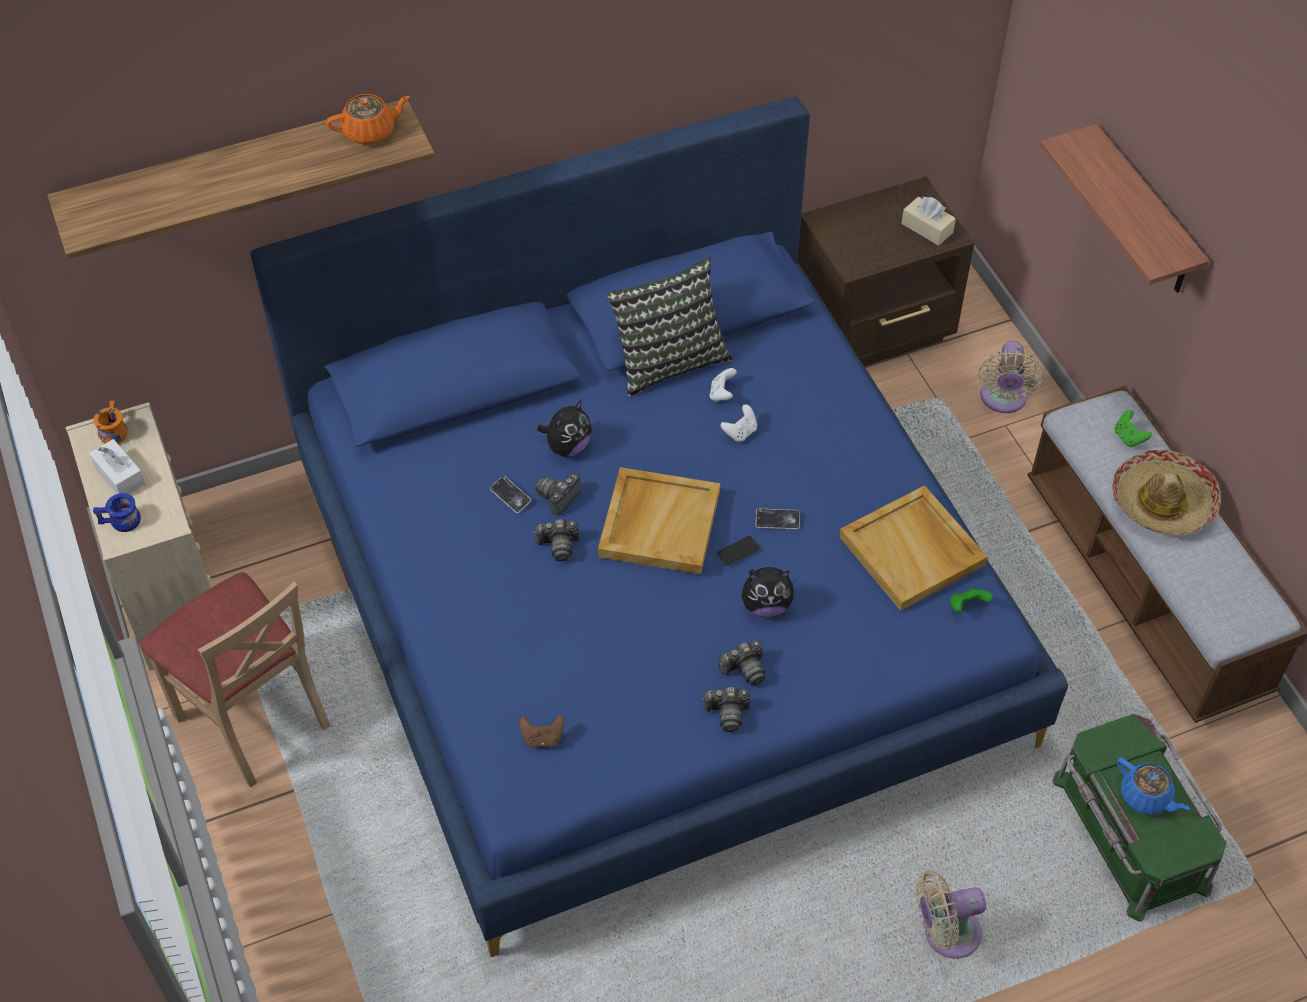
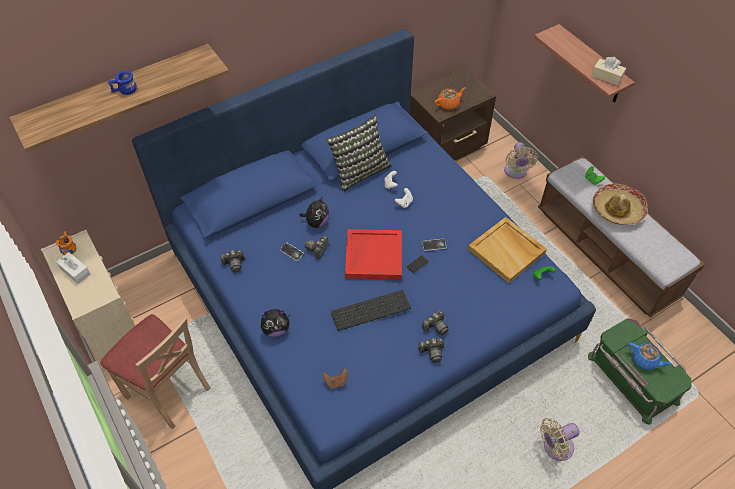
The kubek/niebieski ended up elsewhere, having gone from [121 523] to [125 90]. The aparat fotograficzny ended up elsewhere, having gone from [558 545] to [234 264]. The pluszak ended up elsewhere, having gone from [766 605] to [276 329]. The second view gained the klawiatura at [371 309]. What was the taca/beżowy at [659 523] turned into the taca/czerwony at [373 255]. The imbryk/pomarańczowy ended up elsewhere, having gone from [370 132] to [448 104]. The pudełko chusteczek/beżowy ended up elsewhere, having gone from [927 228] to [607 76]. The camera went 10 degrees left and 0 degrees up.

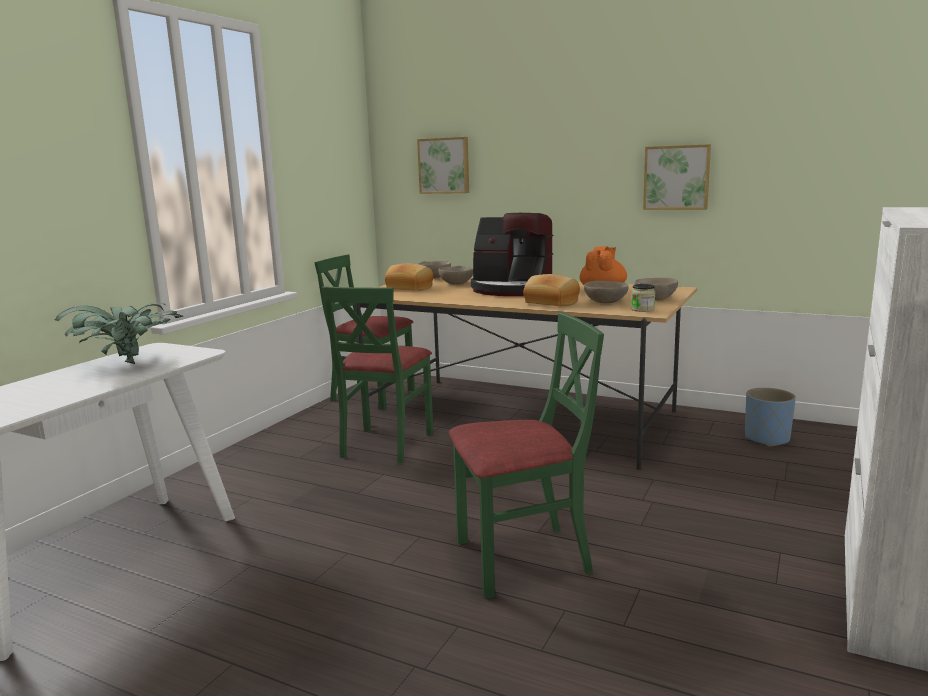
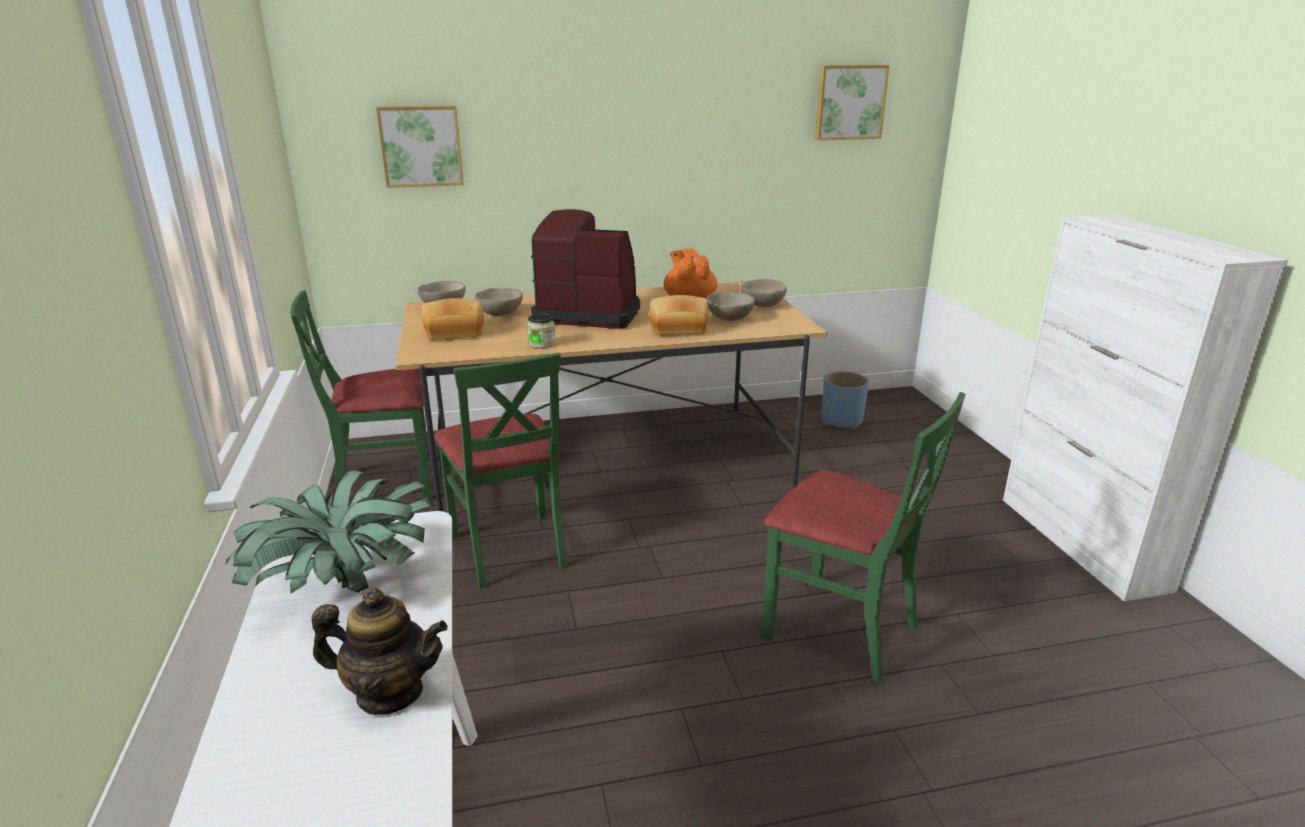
The second view gained the imbryk at [389 693]. The słoik ended up elsewhere, having gone from [642 309] to [542 344]. The ekspres do kawy at [511 289] ended up facing another way, 150 degrees counterclockwise from before. The krzesło/zielony at [522 558] ended up facing another way, 90 degrees clockwise from before. The obraz ended up elsewhere, having gone from [676 177] to [849 102]. The camera went 40 degrees left and 10 degrees up.

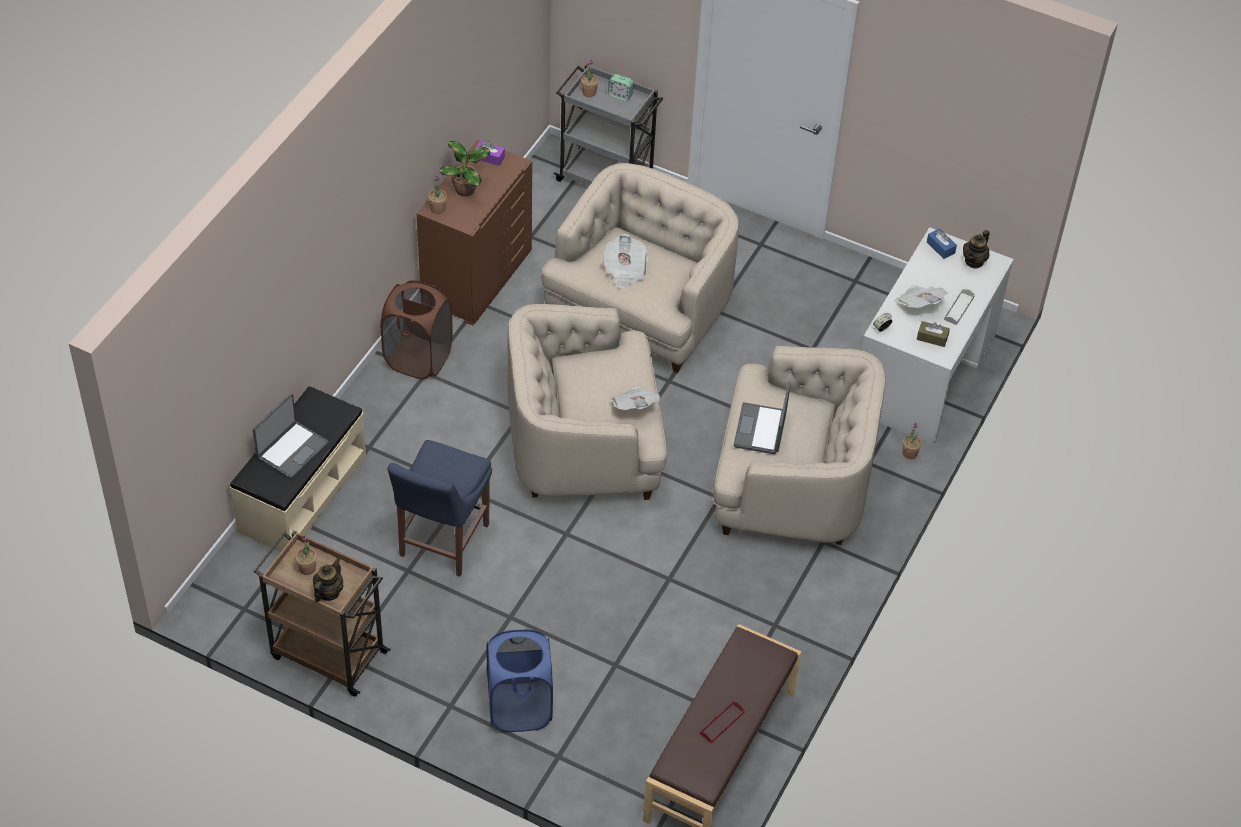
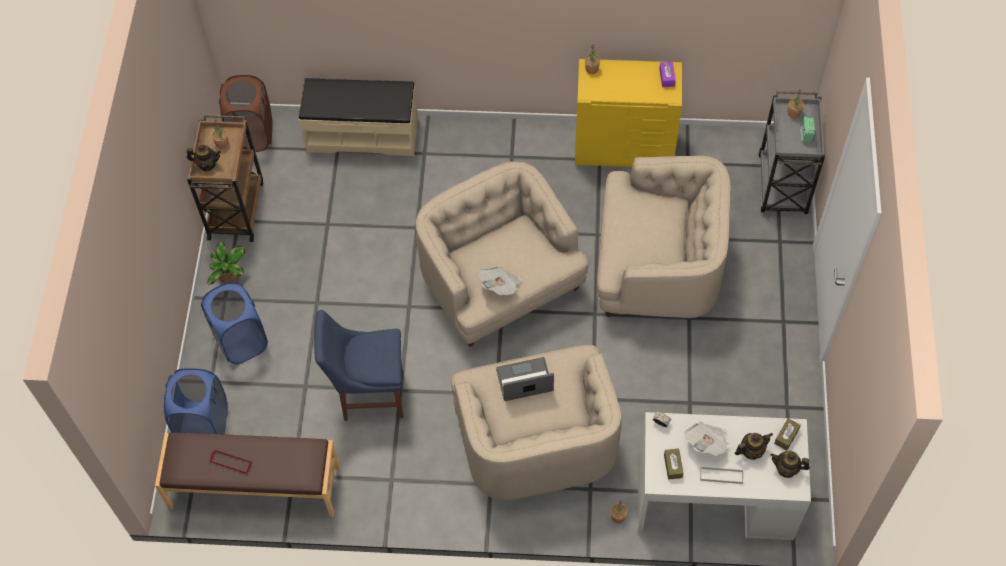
The second view gained the kosz na pranie/niebieski at [204 424]. The roślina doniczkowa ended up elsewhere, having gone from [466 190] to [231 281]. The kosz na pranie/brązowy ended up elsewhere, having gone from [418 358] to [252 134]. The krzesło/niebieski ended up elsewhere, having gone from [441 543] to [369 394]. What was the komoda/brązowy at [475 277] turned into the komoda/żółty at [624 146]. The second view gained the imbryk at [751 451]. What was the pudełko chusteczek/niebieski at [940 248] turned into the pudełko chusteczek/brązowy at [786 436]. The second view lost the laptop at [291 450]. The second view lost the gazeta at [625 271]. The camera went 70 degrees right and 10 degrees up.

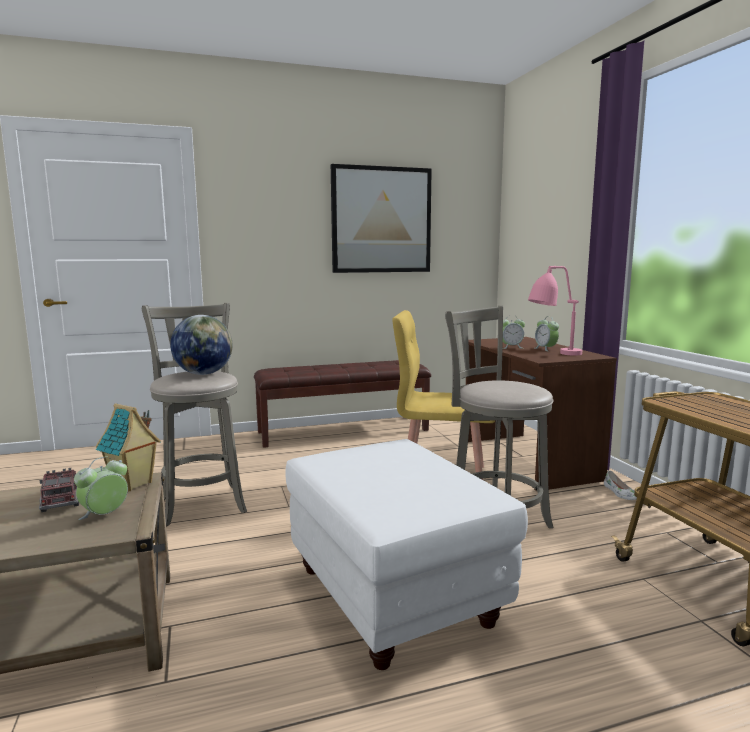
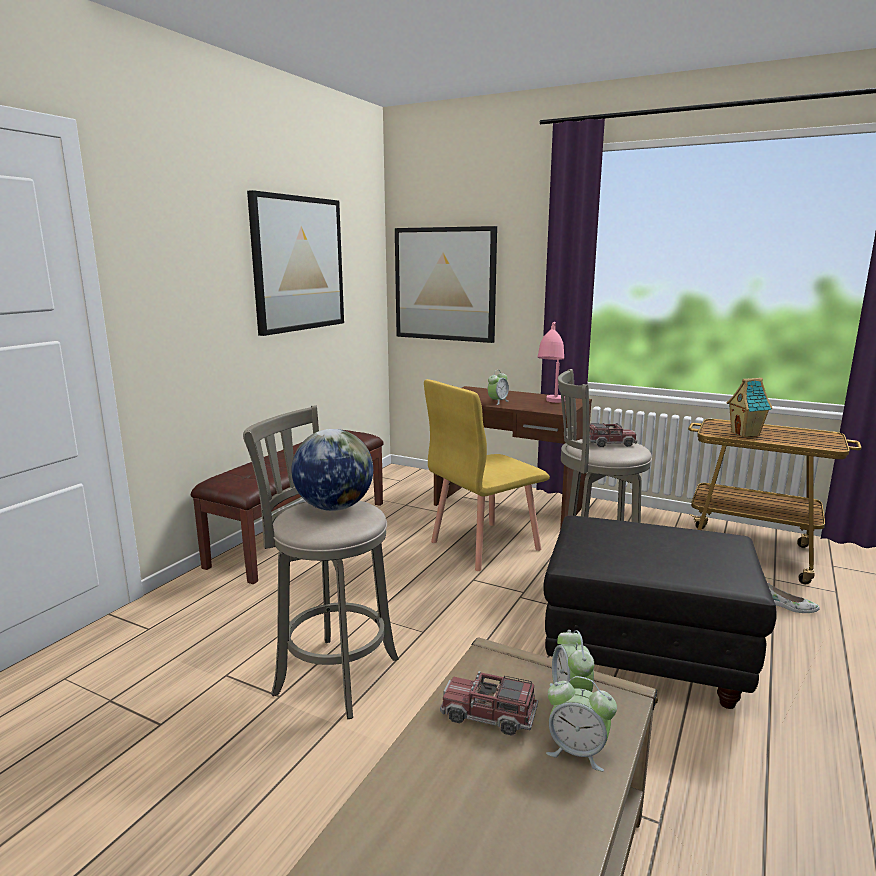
The second view gained the obraz at [445 284]. What was the pufa/biały at [392 596] turned into the pufa/czarny at [643 657]. The budzik ended up elsewhere, having gone from [545 349] to [577 751]. The second view gained the ciężarówka zabawkowa at [610 443]. The domek ended up elsewhere, having gone from [132 484] to [746 434]. The but/biały ended up elsewhere, having gone from [620 493] to [788 606]. The camera went 45 degrees left and 5 degrees up.

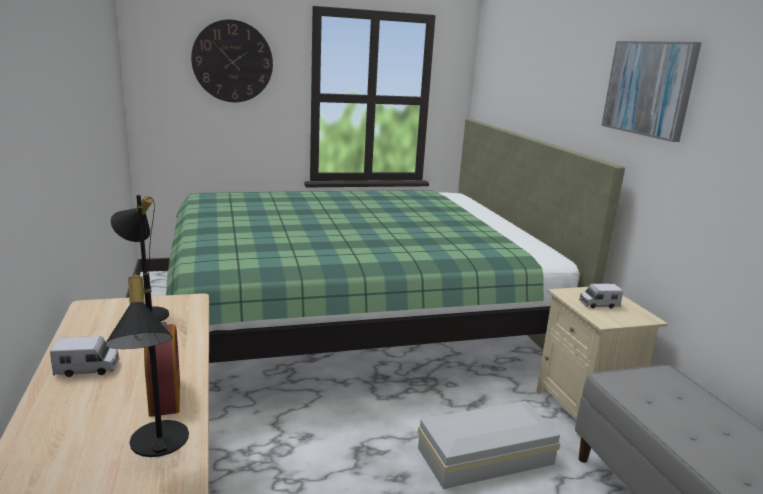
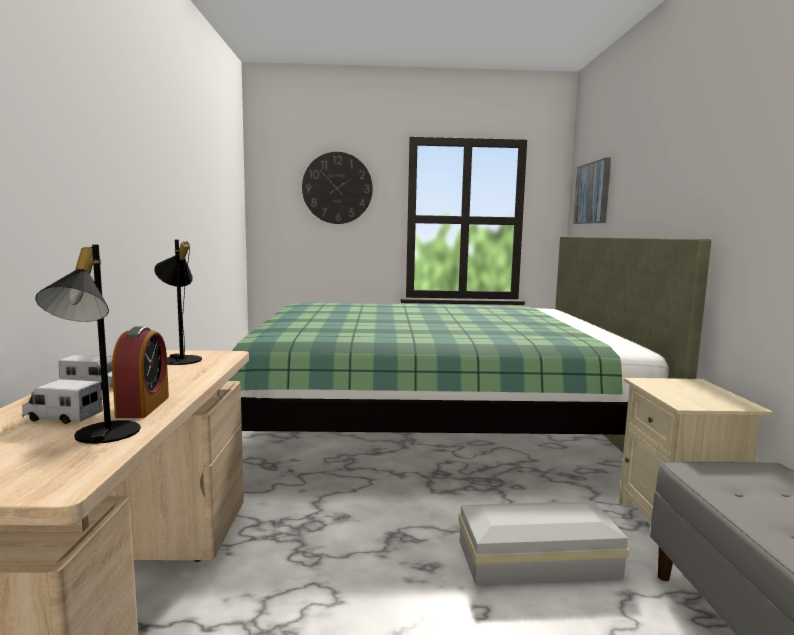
The ciężarówka zabawkowa ended up elsewhere, having gone from [598 304] to [63 417]. The obraz ended up elsewhere, having gone from [649 88] to [593 193]. The camera went 15 degrees right and 10 degrees down.

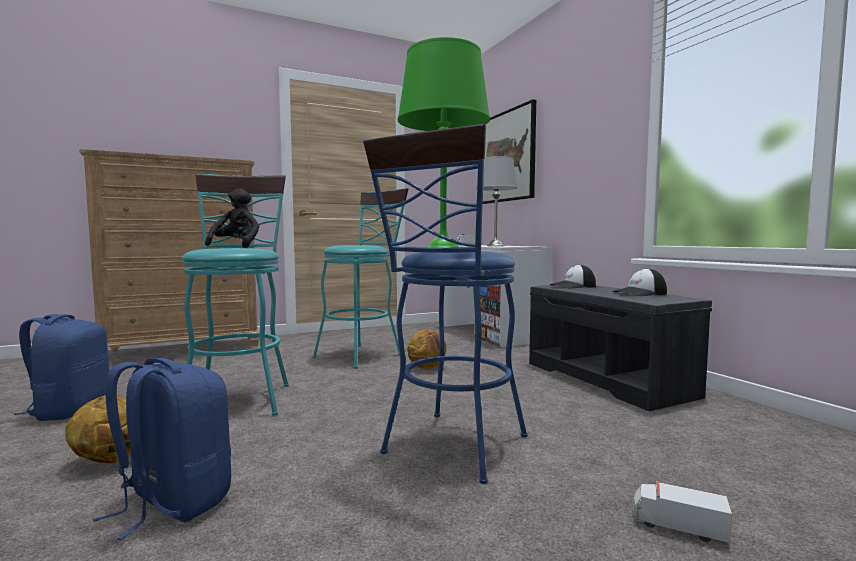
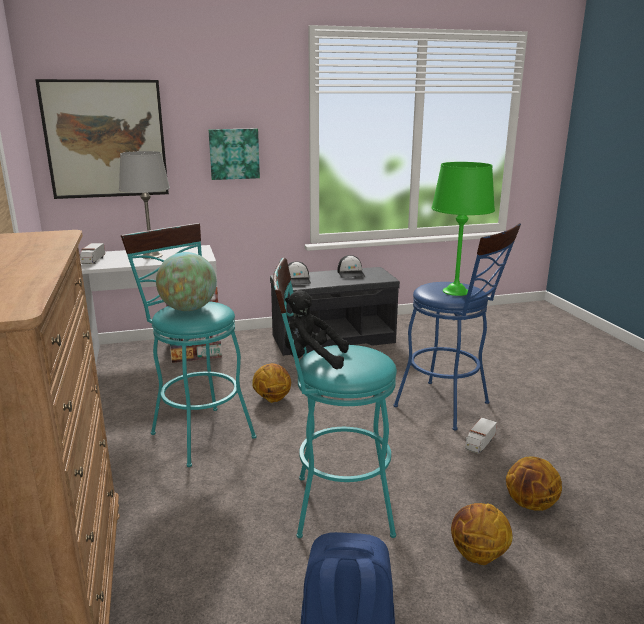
The second view gained the globus at [188 309]. The second view gained the obraz at [234 154]. The ciężarówka zabawkowa ended up elsewhere, having gone from [677 527] to [479 443]. Where the plecak/niebieski stood at [172 502], the piłka do koszykówki came to stand at [530 504]. The camera went 80 degrees left and 15 degrees up.

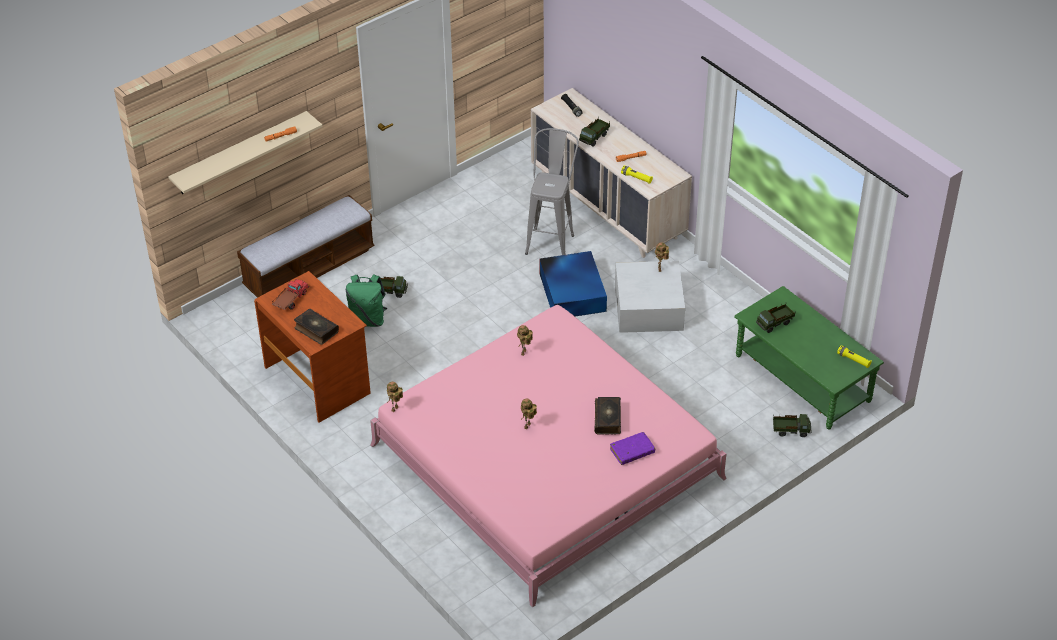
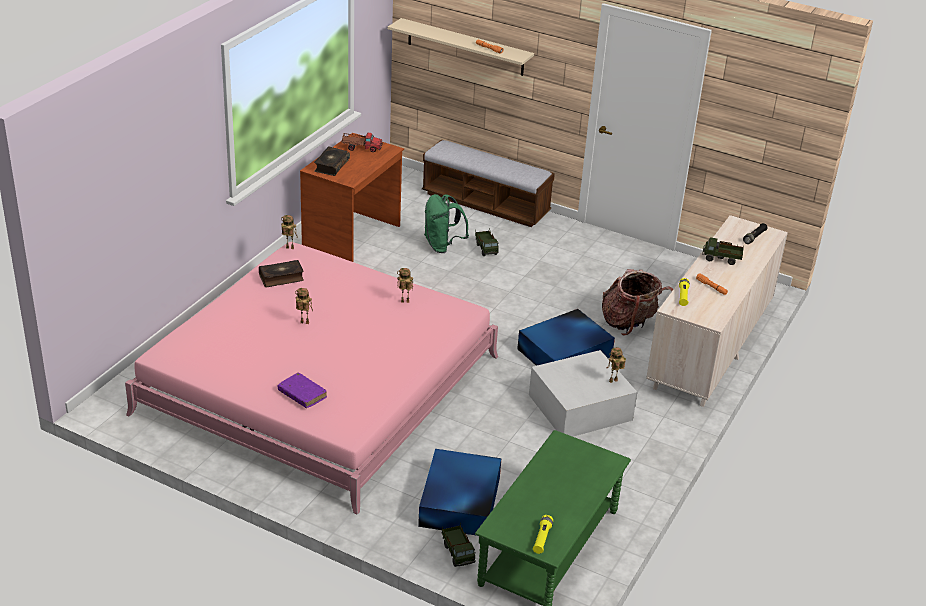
The książka ended up elsewhere, having gone from [608 419] to [281 278]. The second view gained the pojemnik do przechowywania/niebieski at [459 502]. Where the stołek/szary stood at [551 239], the plecak came to stand at [630 324]. The second view lost the ciężarówka zabawkowa at [775 323]. The camera went 65 degrees right and 10 degrees down.

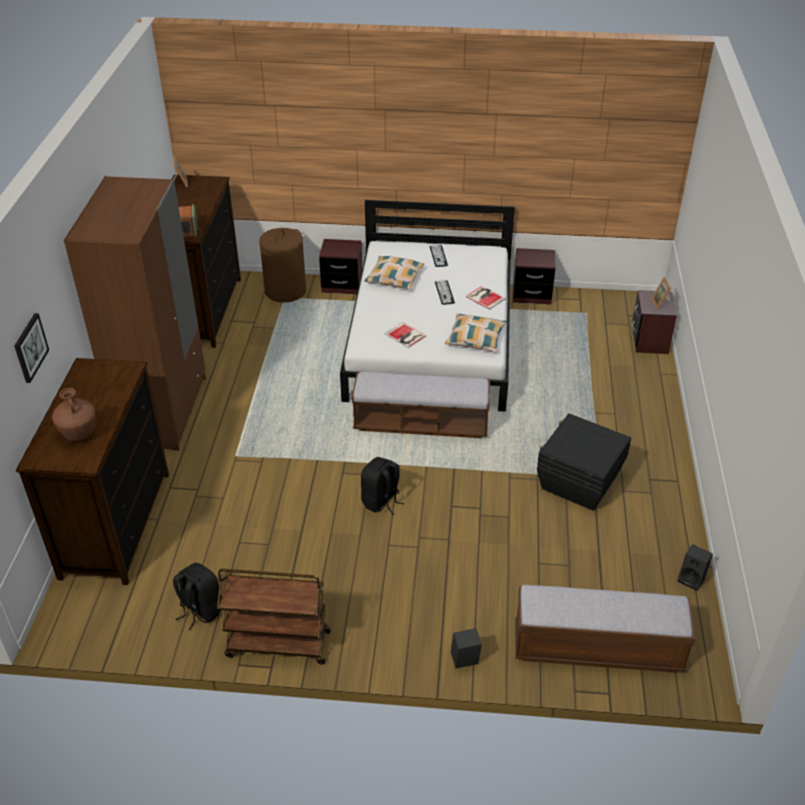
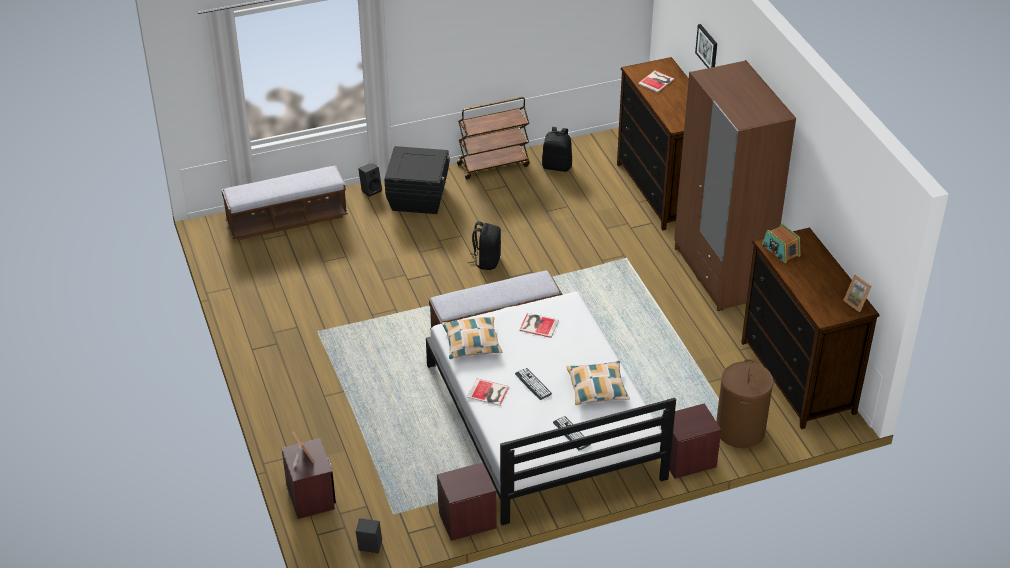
The głośnik/czarny ended up elsewhere, having gone from [692 579] to [369 548]. The pojemnik do przechowywania/czarny ended up elsewhere, having gone from [578 483] to [418 198]. Where the wazon/brązowy stood at [79 435], the książka came to stand at [657 81]. The camera went 155 degrees right and 0 degrees up.

